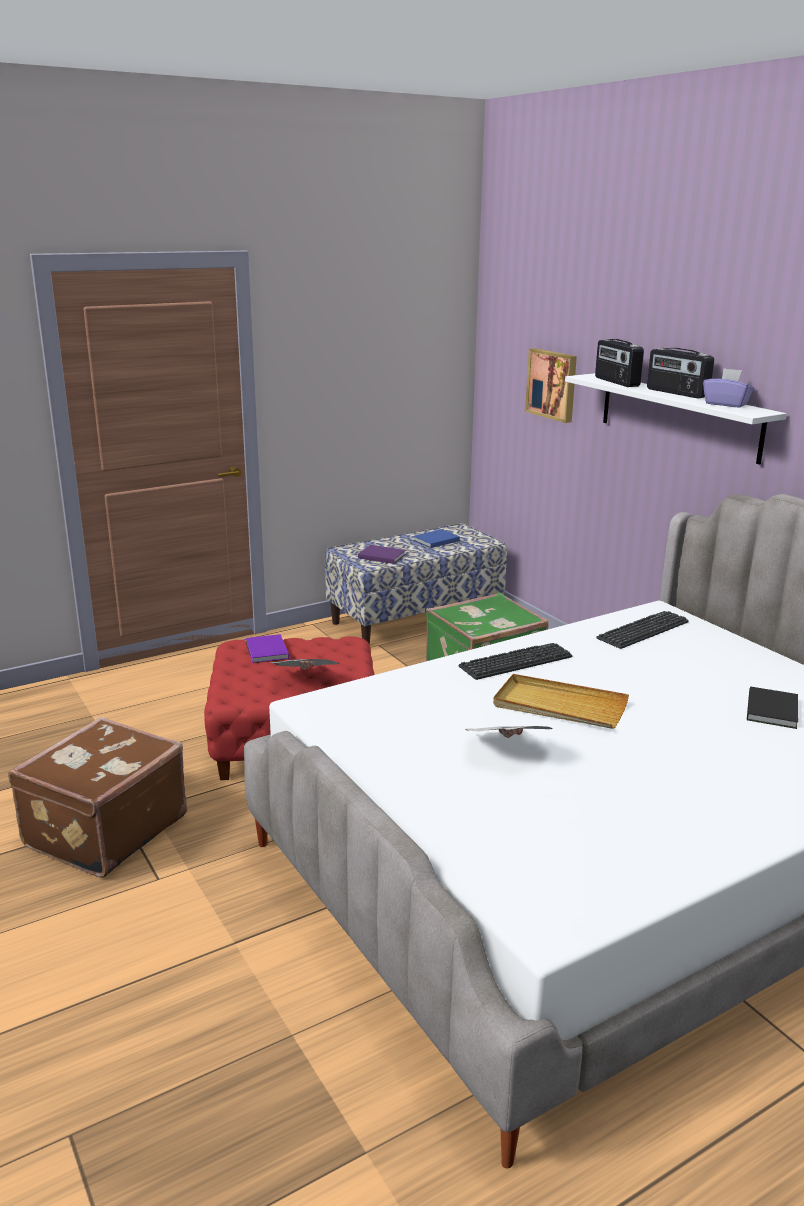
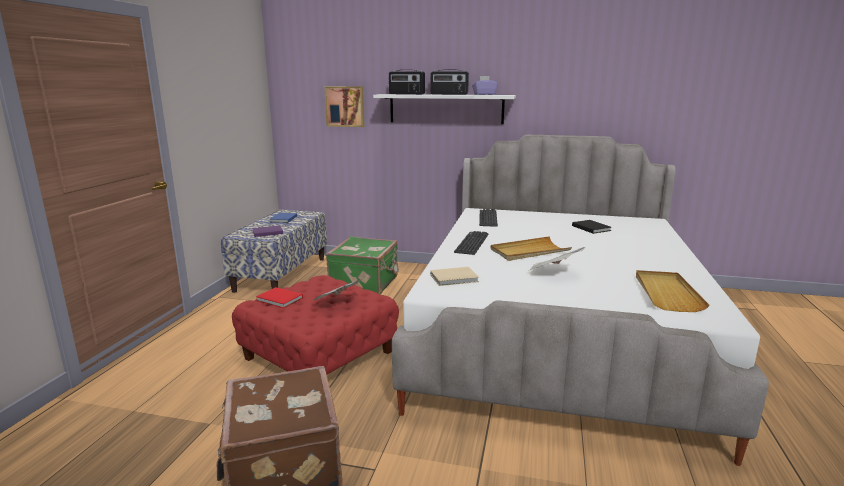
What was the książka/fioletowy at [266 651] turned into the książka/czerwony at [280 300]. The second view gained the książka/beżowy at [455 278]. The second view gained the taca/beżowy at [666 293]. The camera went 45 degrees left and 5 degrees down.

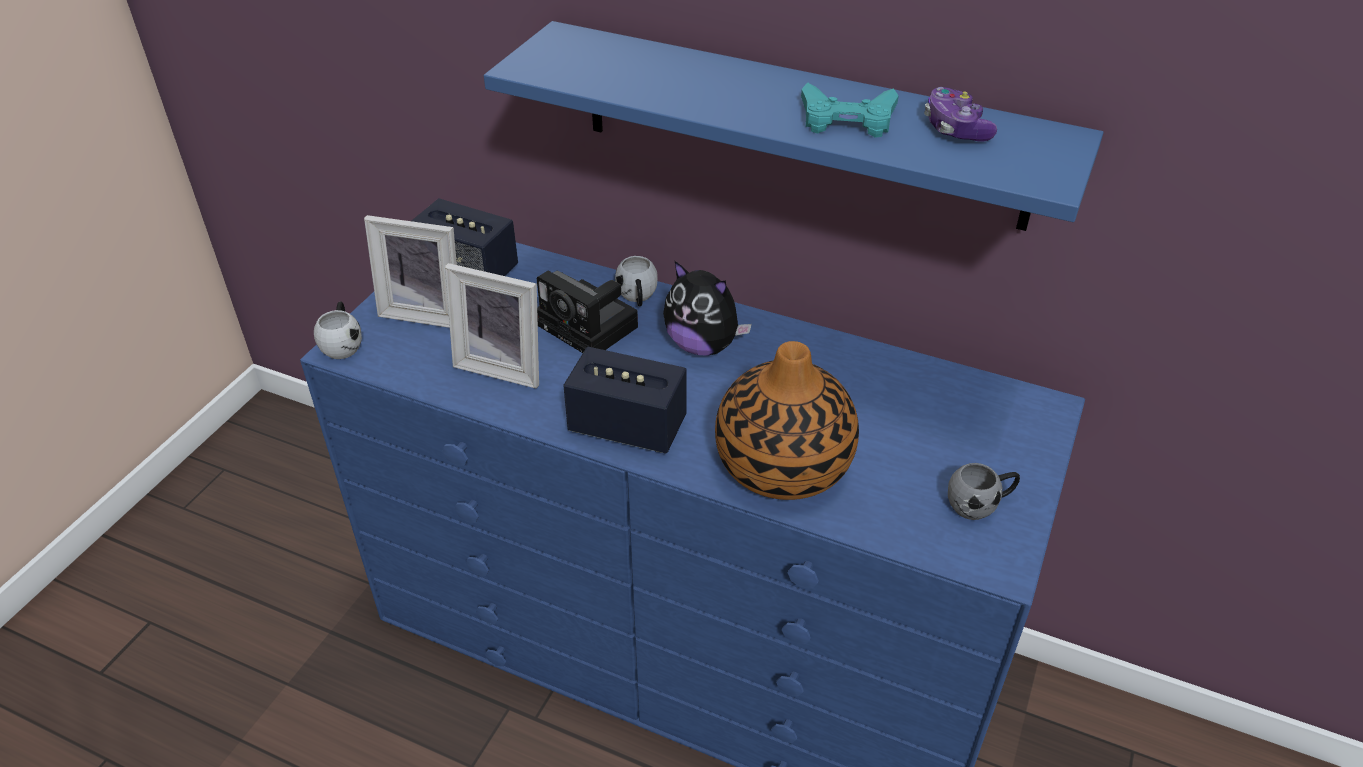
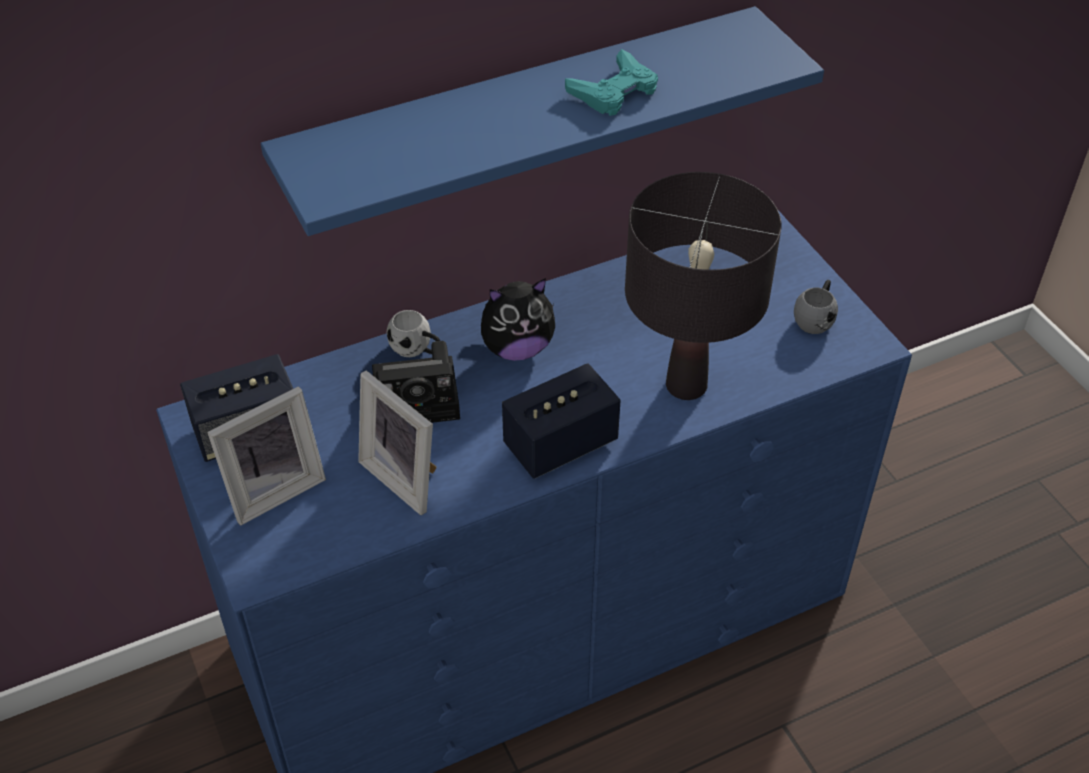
The ramka na zdjęcie at [503 365] ended up facing another way, 75 degrees clockwise from before. Where the wazon stood at [782 464], the lampa stołowa/czarny came to stand at [685 386]. The second view lost the kubek/biały at [343 343]. The second view lost the pad do gier at [955 128]. The camera went 50 degrees left and 5 degrees up.

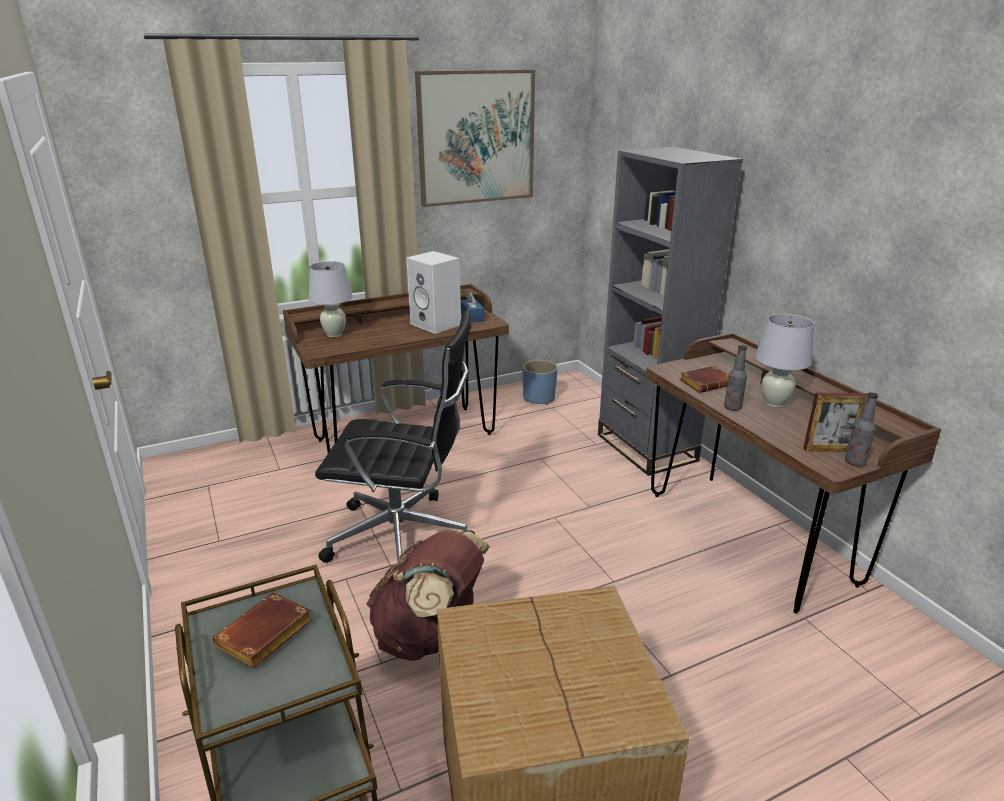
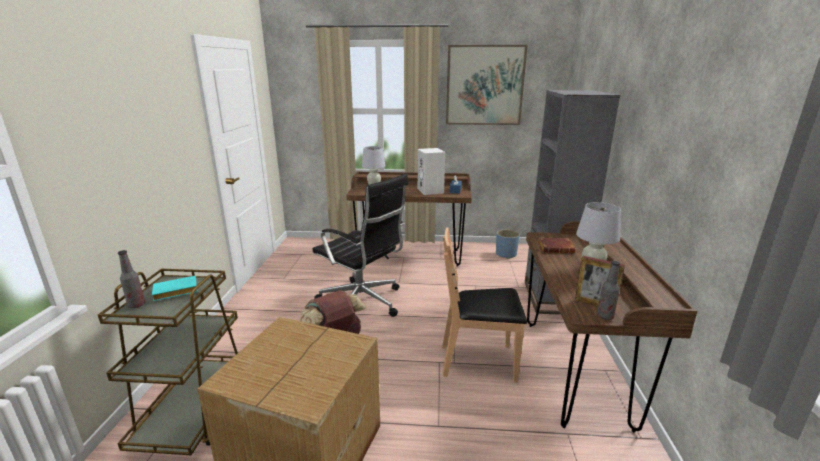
The butelka ended up elsewhere, having gone from [732 408] to [136 305]. What was the książka/brązowy at [265 637] turned into the książka/turkusowy at [174 292]. The second view gained the krzesło/brązowy at [478 362]. The camera went 30 degrees right and 5 degrees down.

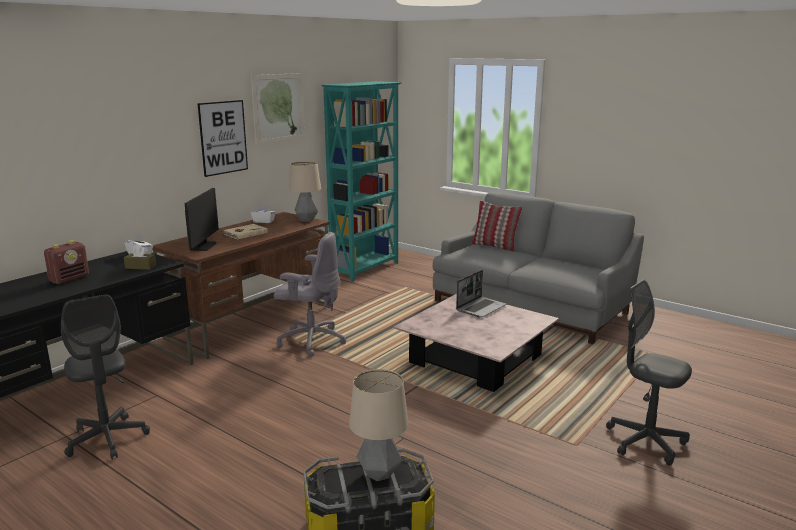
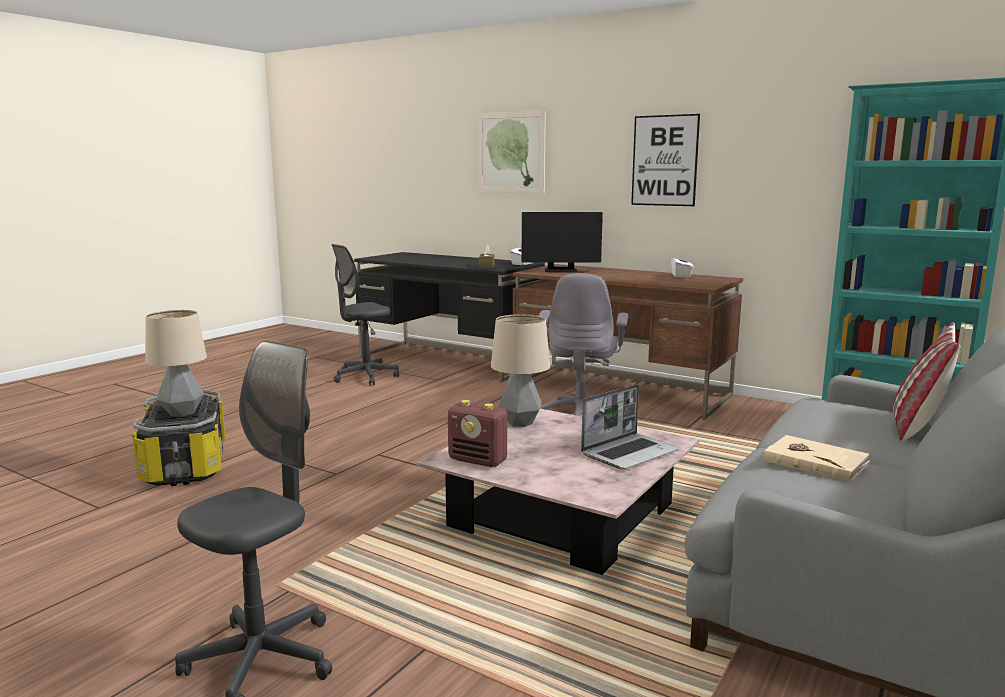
The radio ended up elsewhere, having gone from [70 279] to [478 460]. The obraz ended up elsewhere, having gone from [278 108] to [511 153]. The lampa stołowa ended up elsewhere, having gone from [306 220] to [519 423]. The laptop at [481 308] ended up facing another way, 75 degrees counterclockwise from before. The książka/beżowy ended up elsewhere, having gone from [245 233] to [814 461]. The camera went 85 degrees right and 5 degrees down.

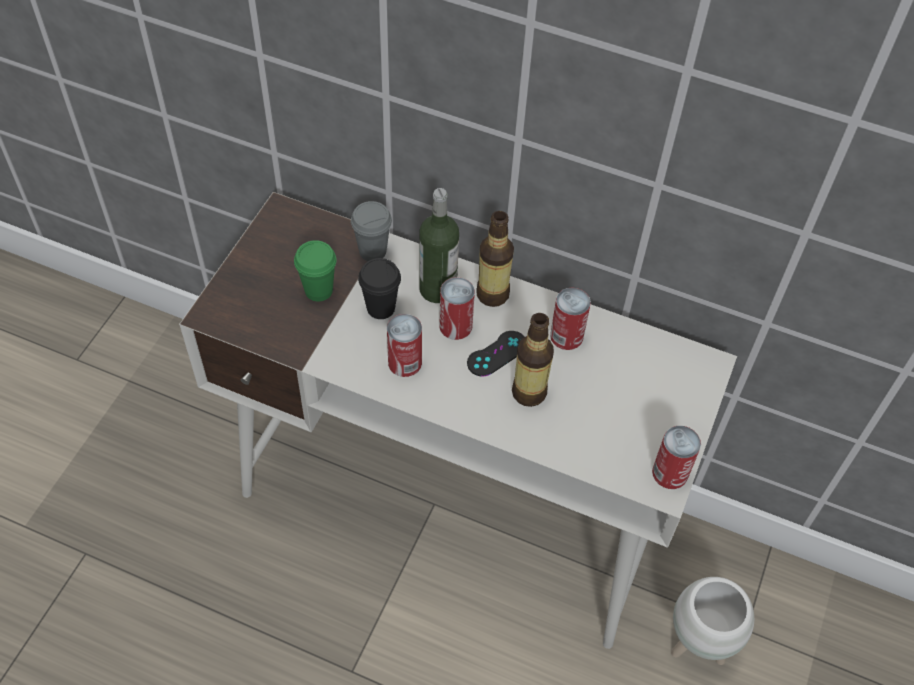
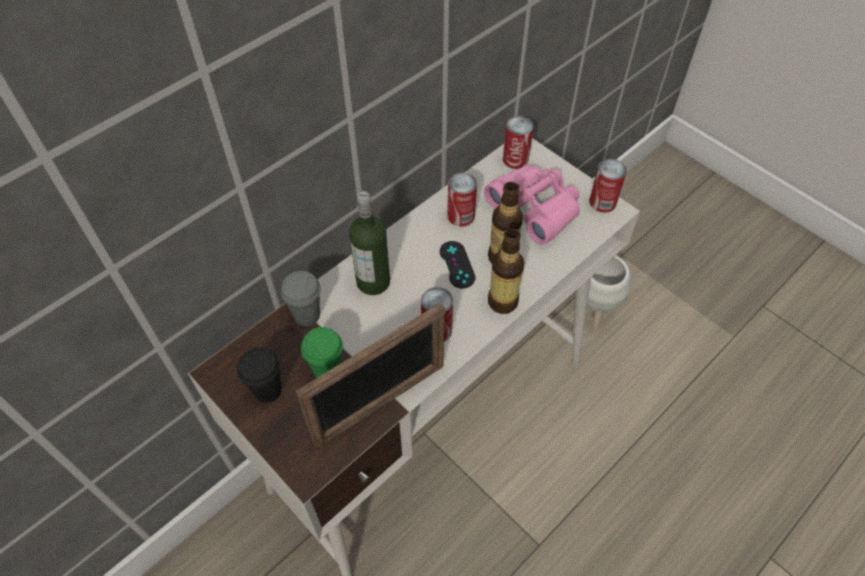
The filiżanka/czarny ended up elsewhere, having gone from [381 308] to [267 390]. The second view gained the ramka na zdjęcie at [380 403]. The second view gained the lornetka/różowy at [535 208]. The butelka ended up elsewhere, having gone from [492 294] to [502 302]. The puszka ended up elsewhere, having gone from [455 326] to [515 159]. The camera went 65 degrees left and 0 degrees up.

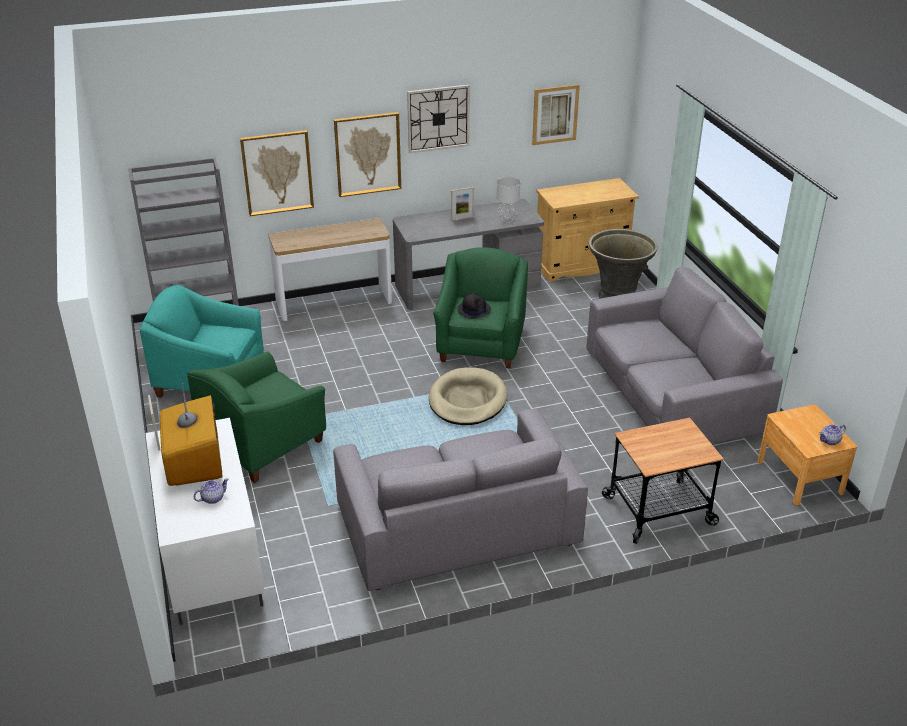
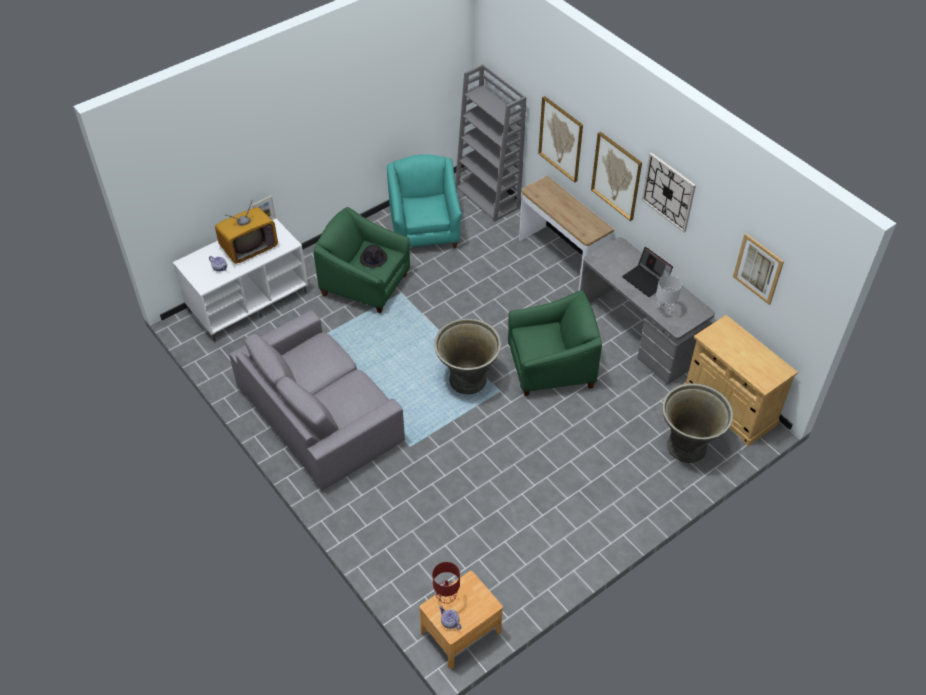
The kapelusz/czarny ended up elsewhere, having gone from [474 309] to [373 258]. The second view gained the lampa stołowa/czerwony at [447 598]. Where the legowisko/beżowy stood at [467 400], the donica/szary came to stand at [467 380]. Where the ramka na zdjęcie stood at [462 218], the laptop came to stand at [646 280]. The second view lost the kanapa/szary at [672 391]. The second view lost the wózek at [659 511]. The camera went 70 degrees right and 15 degrees up.

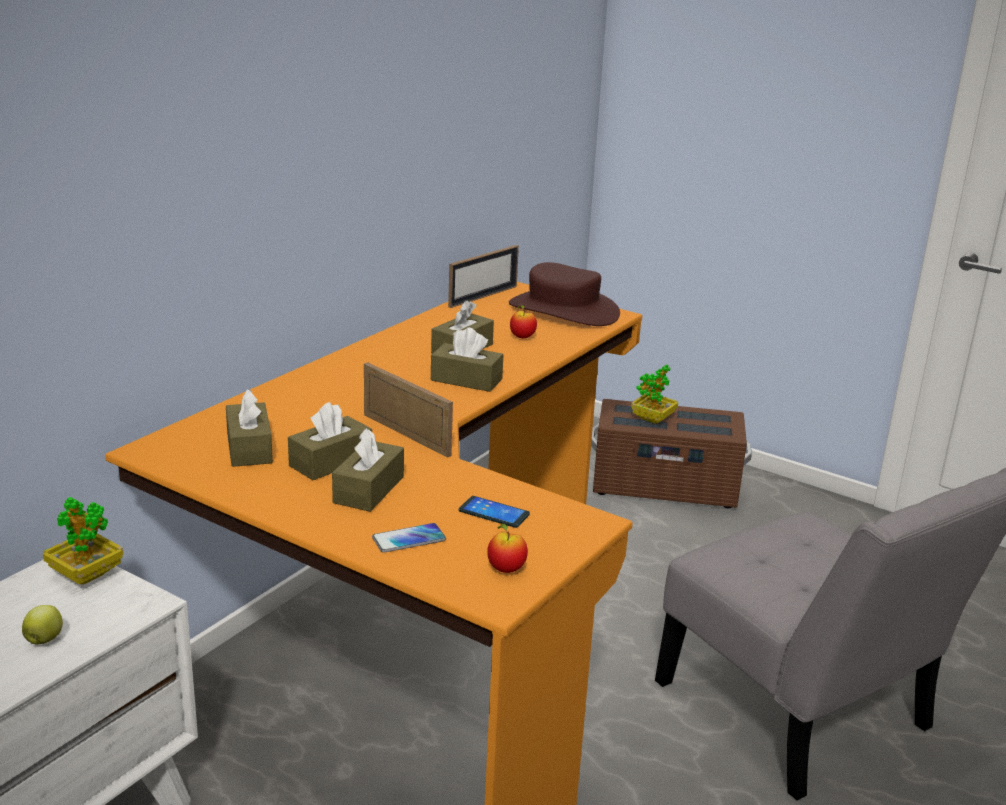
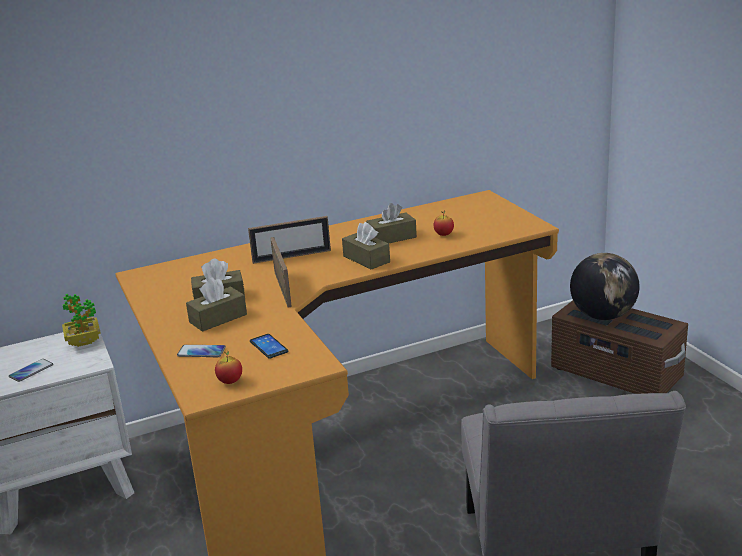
Where the jabłko stood at [44 639], the telefon came to stand at [31 371]. The ramka na zdjęcie ended up elsewhere, having gone from [483 296] to [291 256]. Where the roślina doniczkowa stood at [653 419], the globus came to stand at [603 316]. The second view lost the pudełko chusteczek/brązowy at [249 448]. The second view lost the kapelusz/brązowy at [563 310]. The camera went 35 degrees right and 0 degrees up.

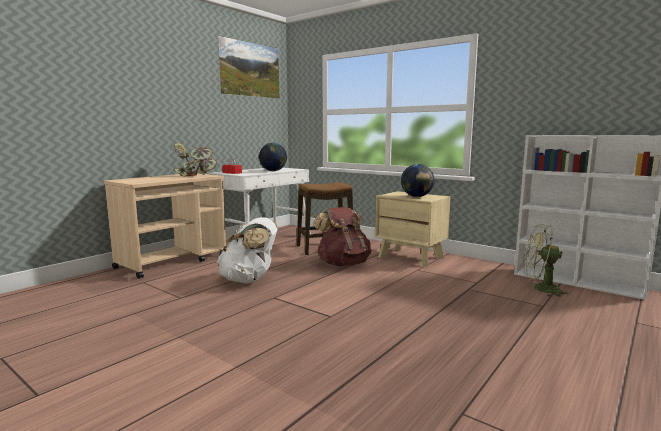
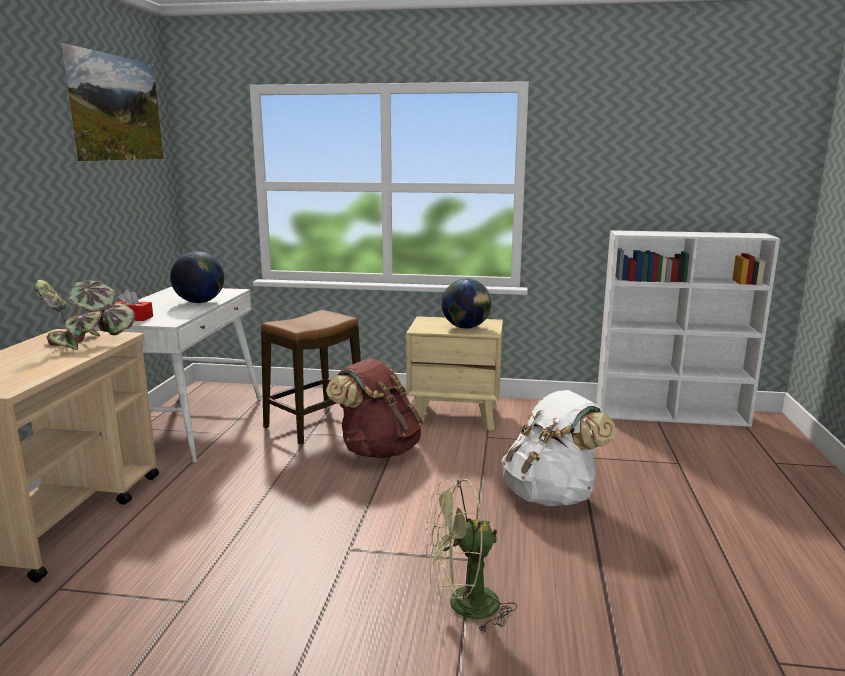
The wentylator/zielony ended up elsewhere, having gone from [540 289] to [463 606]. The plecak/biały ended up elsewhere, having gone from [250 280] to [551 495]. The camera went 30 degrees left and 5 degrees up.

